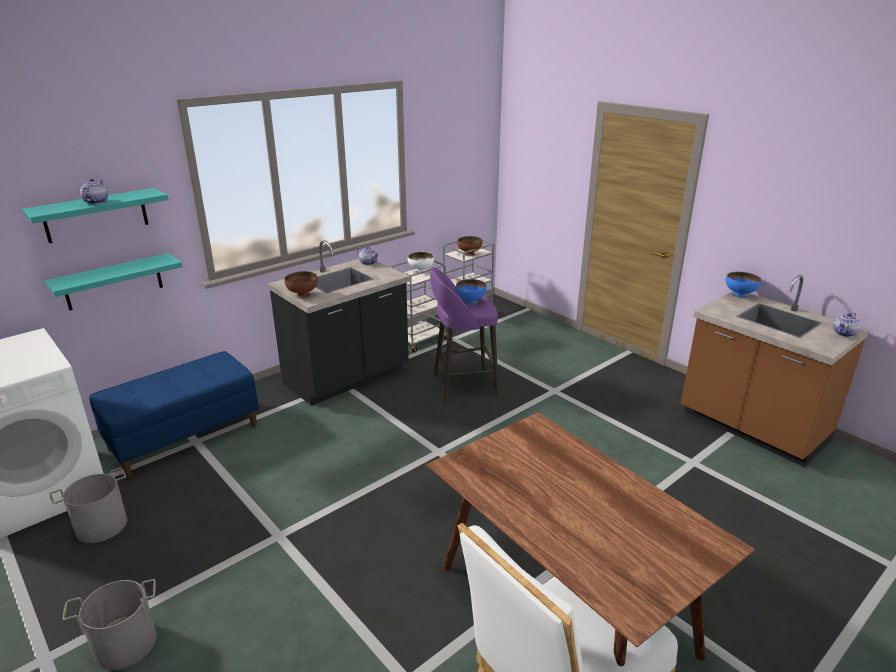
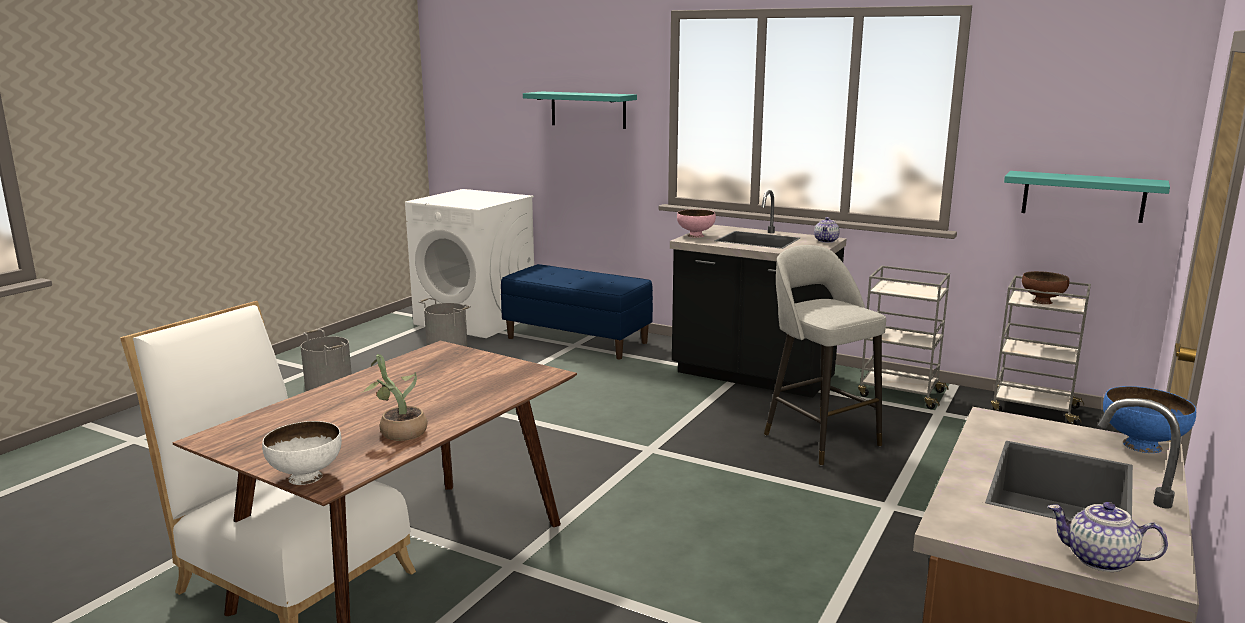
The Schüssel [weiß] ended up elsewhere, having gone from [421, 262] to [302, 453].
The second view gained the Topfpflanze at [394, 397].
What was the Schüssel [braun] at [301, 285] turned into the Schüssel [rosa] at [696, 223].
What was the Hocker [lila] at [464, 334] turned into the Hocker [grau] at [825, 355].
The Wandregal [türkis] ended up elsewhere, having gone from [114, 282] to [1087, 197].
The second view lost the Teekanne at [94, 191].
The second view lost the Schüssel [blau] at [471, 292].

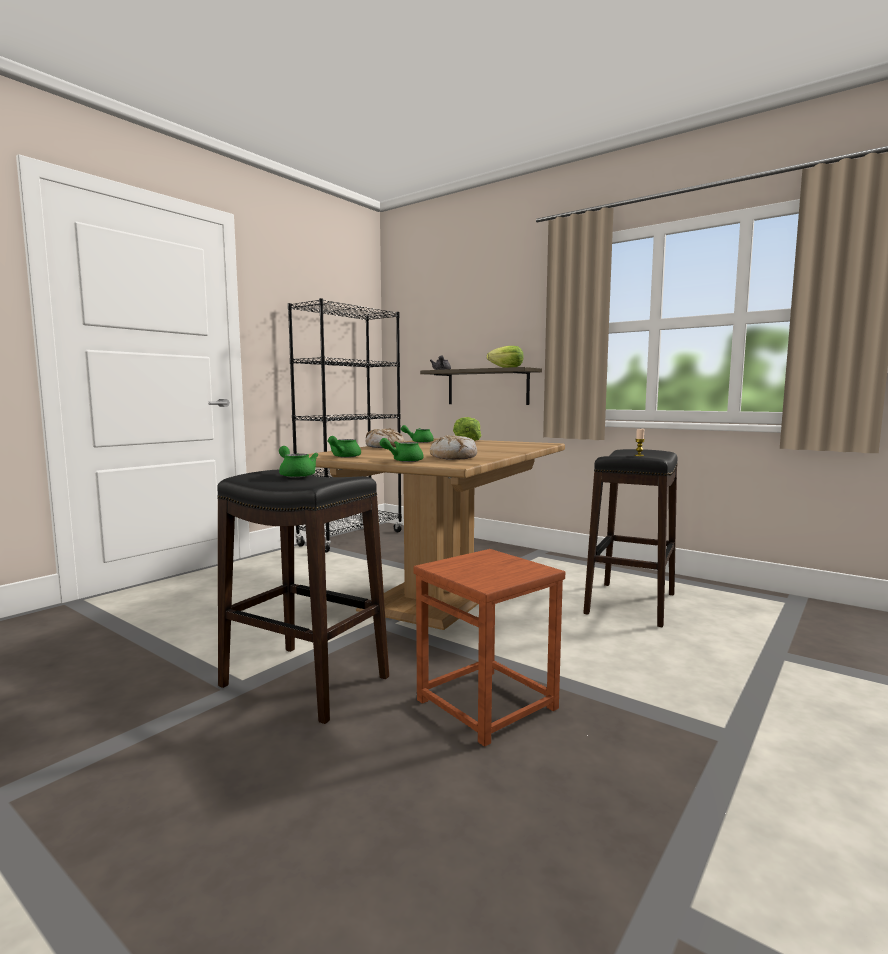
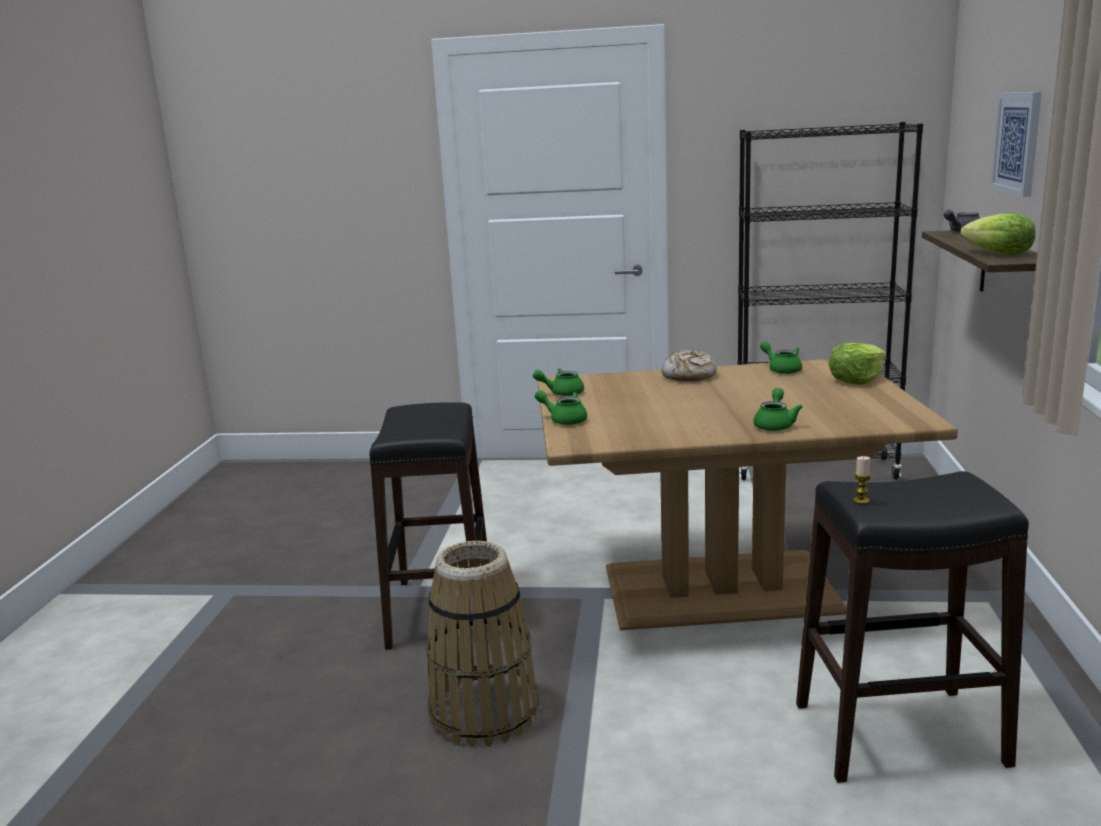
Where the Hocker [braun] stood at [489, 648], the Korb came to stand at [482, 644].
The Teekanne [grün] ended up elsewhere, having gone from [298, 462] to [778, 409].
The second view gained the Bild at [1016, 144].
The second view lost the Brot at [453, 447].

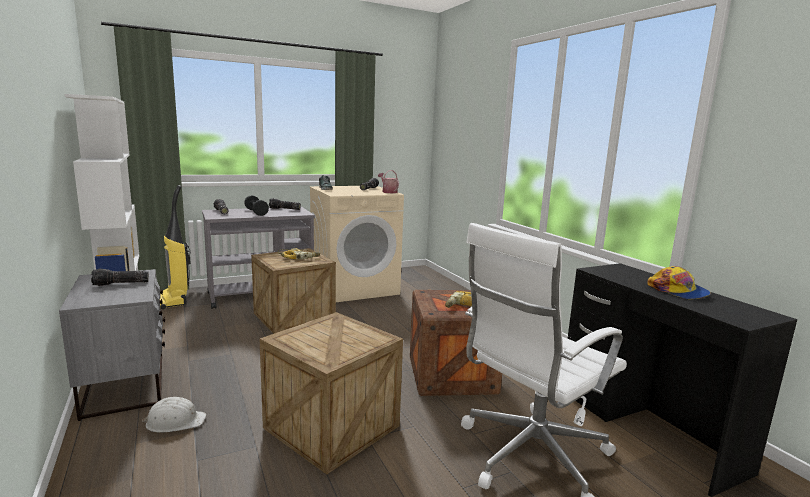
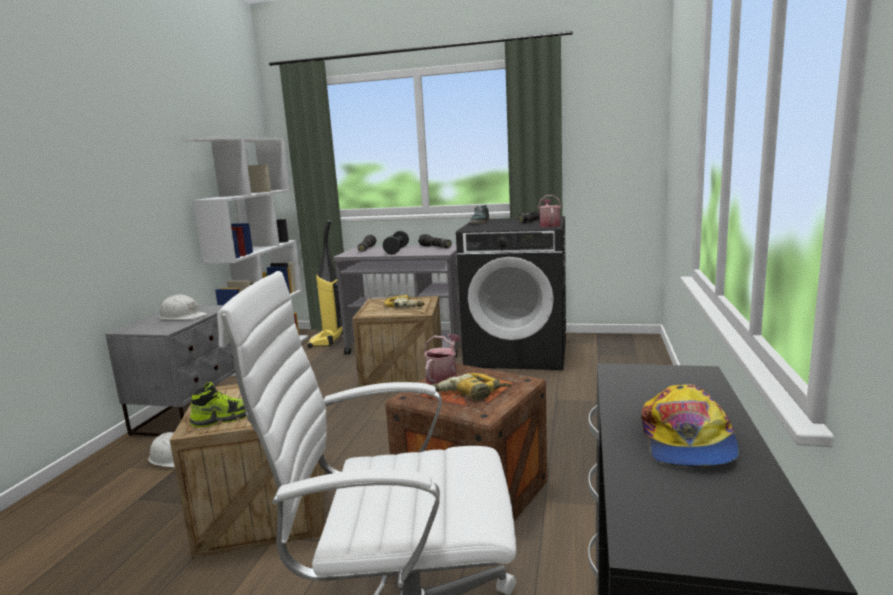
Where the Taschenlampe stood at [120, 277], the Schutzhelm [weiß] came to stand at [183, 307].
The second view gained the Schuh at [218, 405].
The second view gained the Gießkanne at [442, 359].
What was the Waschmaschine [beige] at [356, 244] turned into the Waschmaschine [schwarz] at [511, 293].

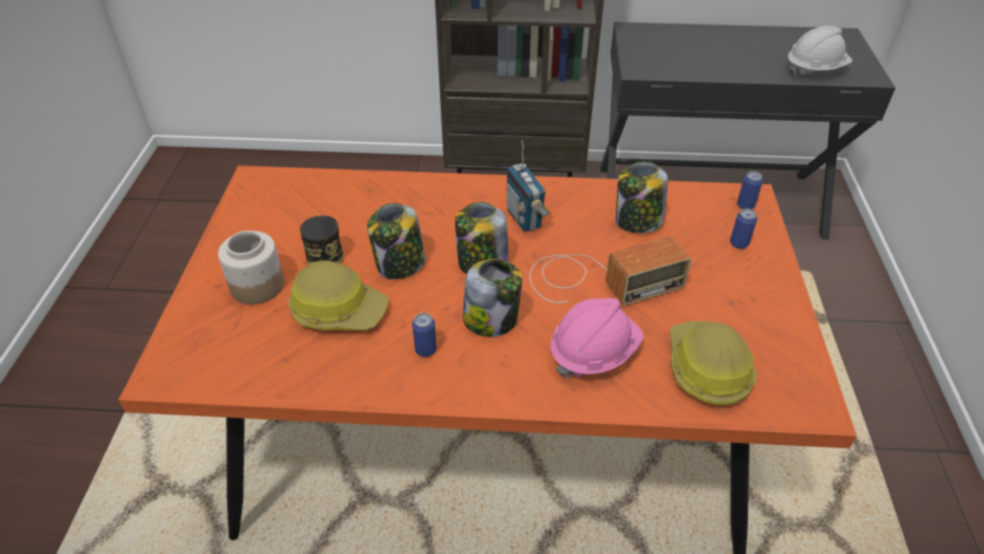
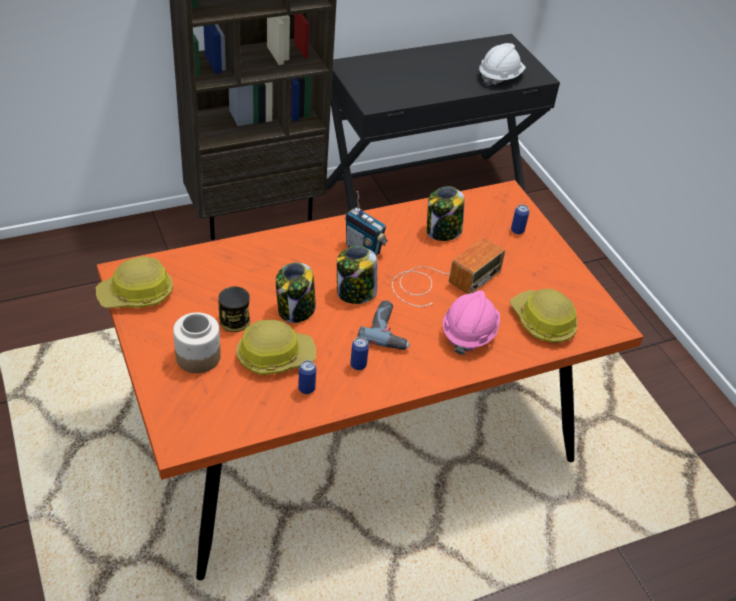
The second view gained the Schutzhelm at [134, 282].
The Dose ended up elsewhere, having gone from [750, 190] to [307, 377].
Where the Vorratsglas stood at [492, 298], the Bohrmaschine came to stand at [383, 325].

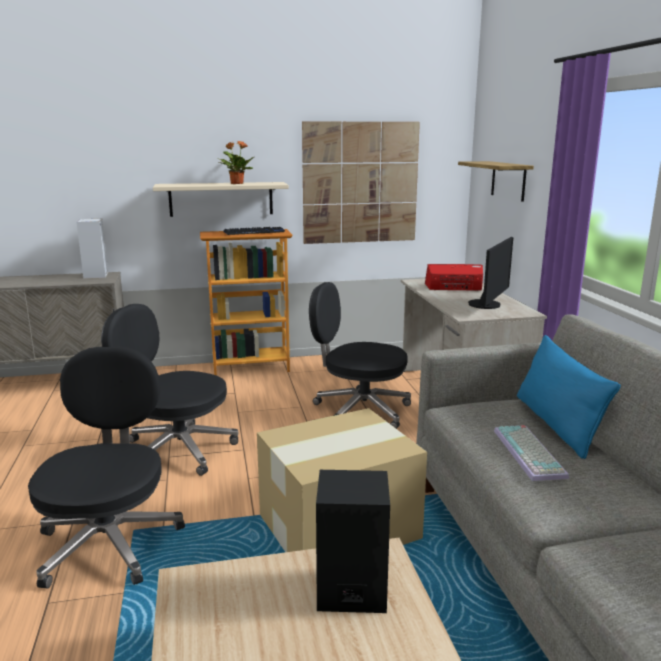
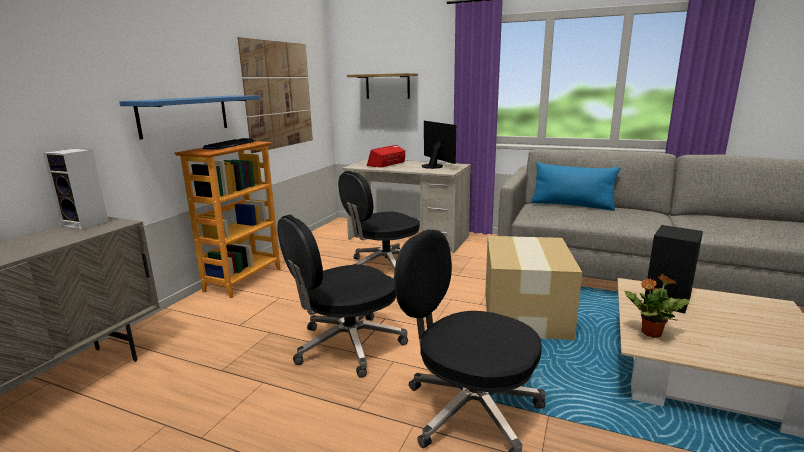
What was the Wandregal [beige] at [221, 199] turned into the Wandregal [blau] at [189, 117].
The Topfpflanze ended up elsewhere, having gone from [236, 162] to [657, 306].
The second view lost the Tastatur at [531, 453].

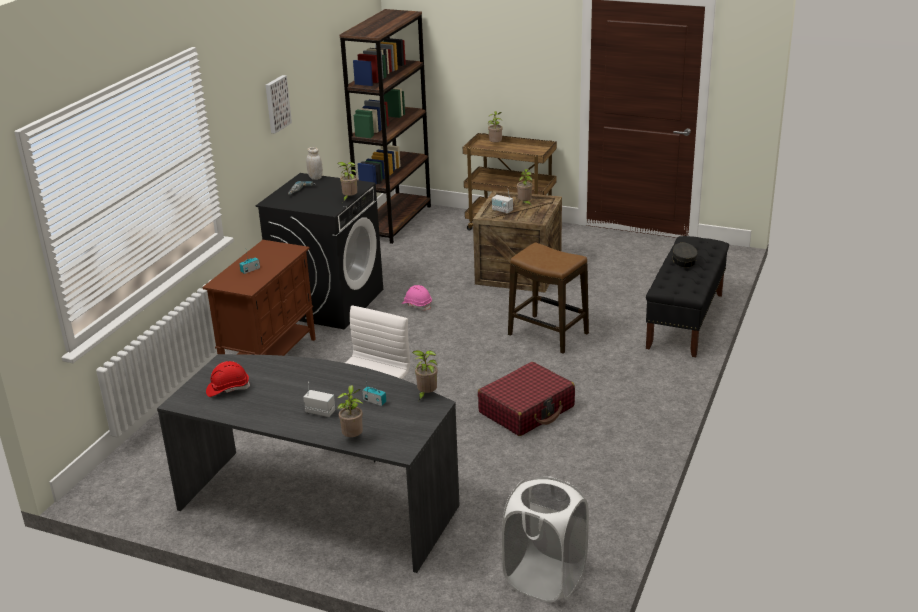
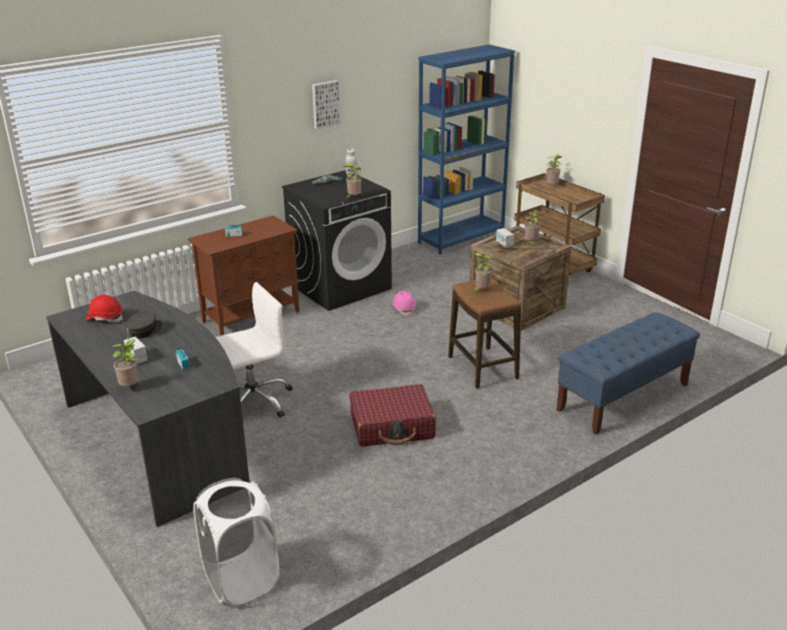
The Kappe [grau] ended up elsewhere, having gone from [684, 255] to [144, 324].
What was the Bücherregal [braun] at [385, 126] turned into the Bücherregal [blau] at [466, 149].
The Topfpflanze ended up elsewhere, having gone from [425, 375] to [483, 272].
What was the Bank [schwarz] at [687, 296] turned into the Bank [blau] at [628, 373].

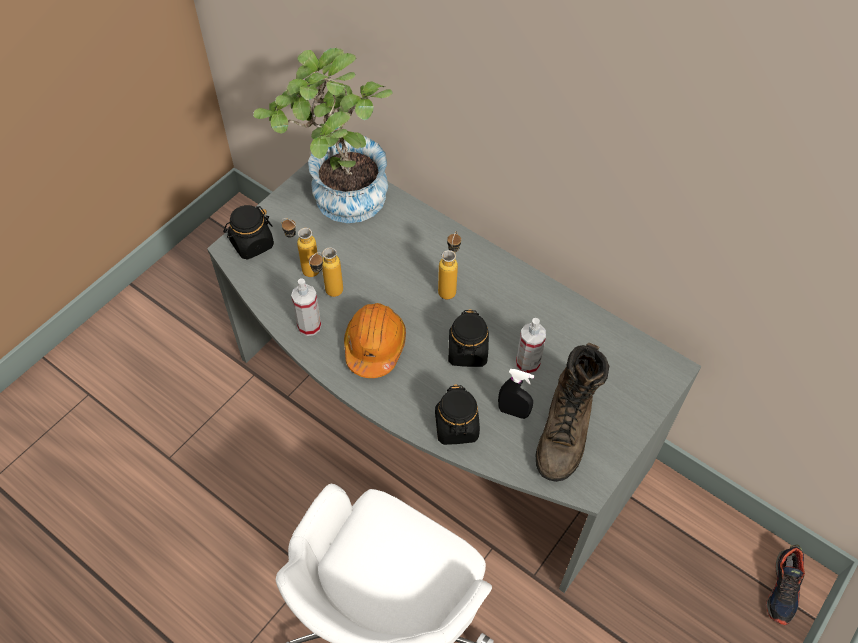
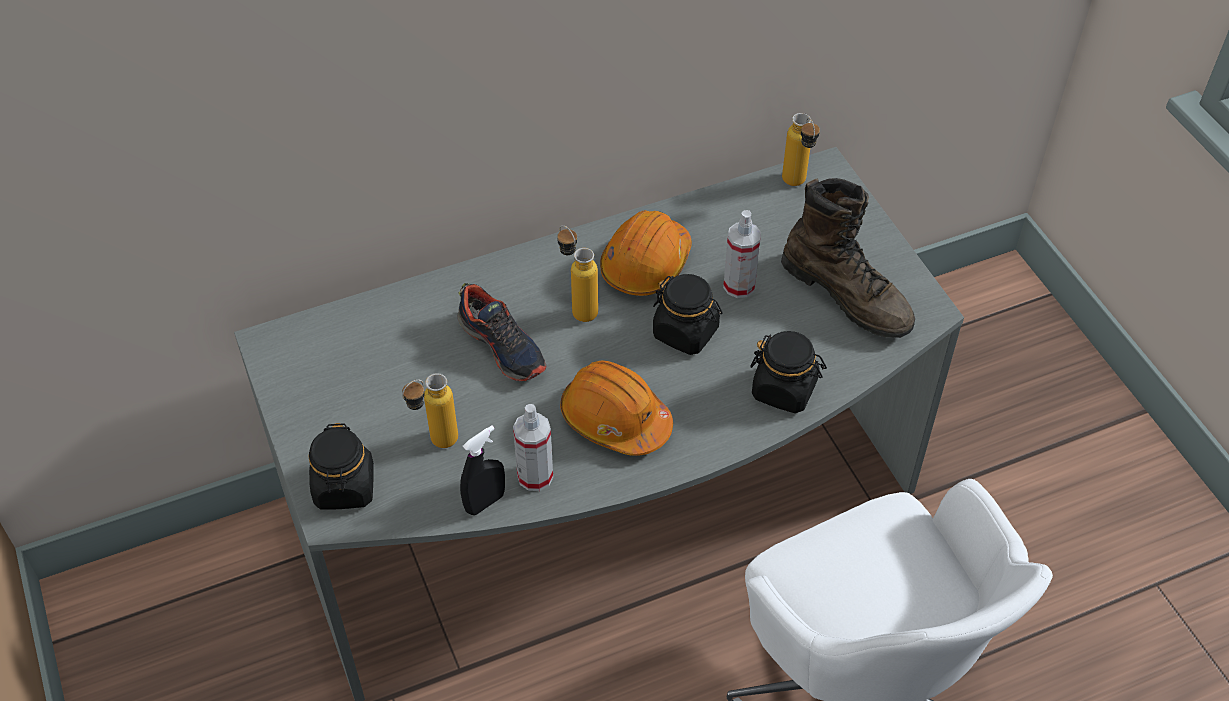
The Schuh ended up elsewhere, having gone from [785, 585] to [501, 332].
The Sprühflasche [schwarz] ended up elsewhere, having gone from [516, 394] to [482, 470].
The second view gained the Schutzhelm [orange] at [646, 253].
The Flasche ended up elsewhere, having gone from [326, 272] to [801, 149].
The second view lost the Topfpflanze at [323, 135].

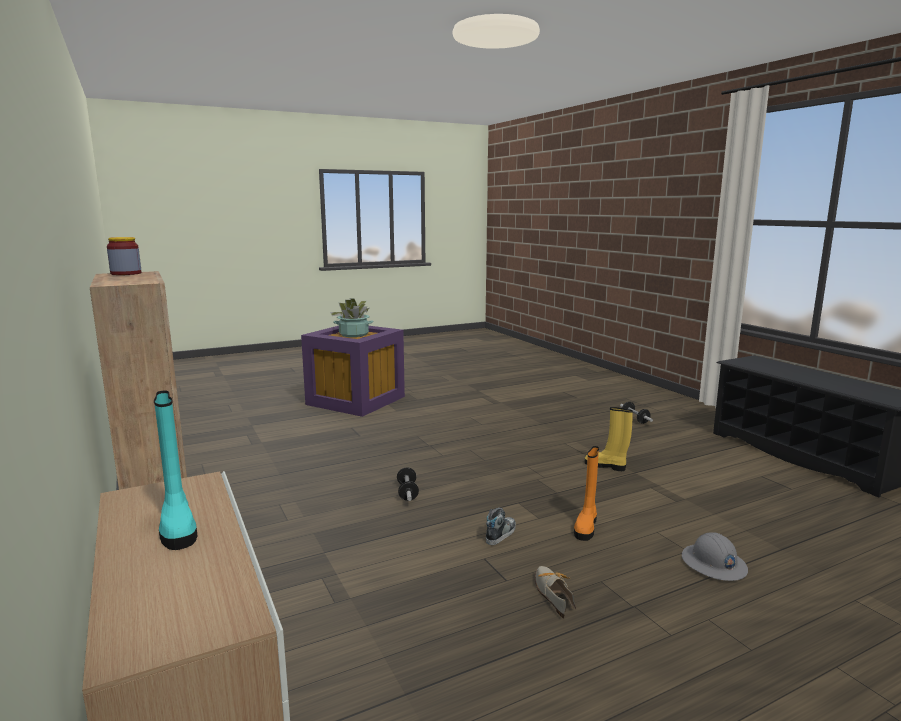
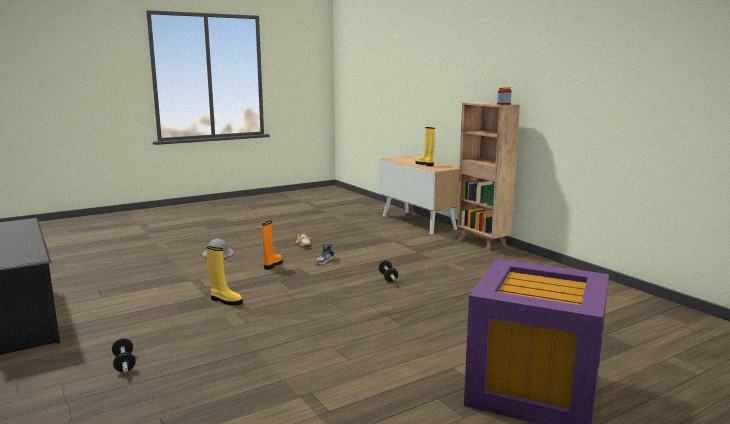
What was the Stiefel [türkis] at [175, 470] turned into the Stiefel [gelb] at [425, 146].
The second view lost the Topfpflanze at [351, 317].

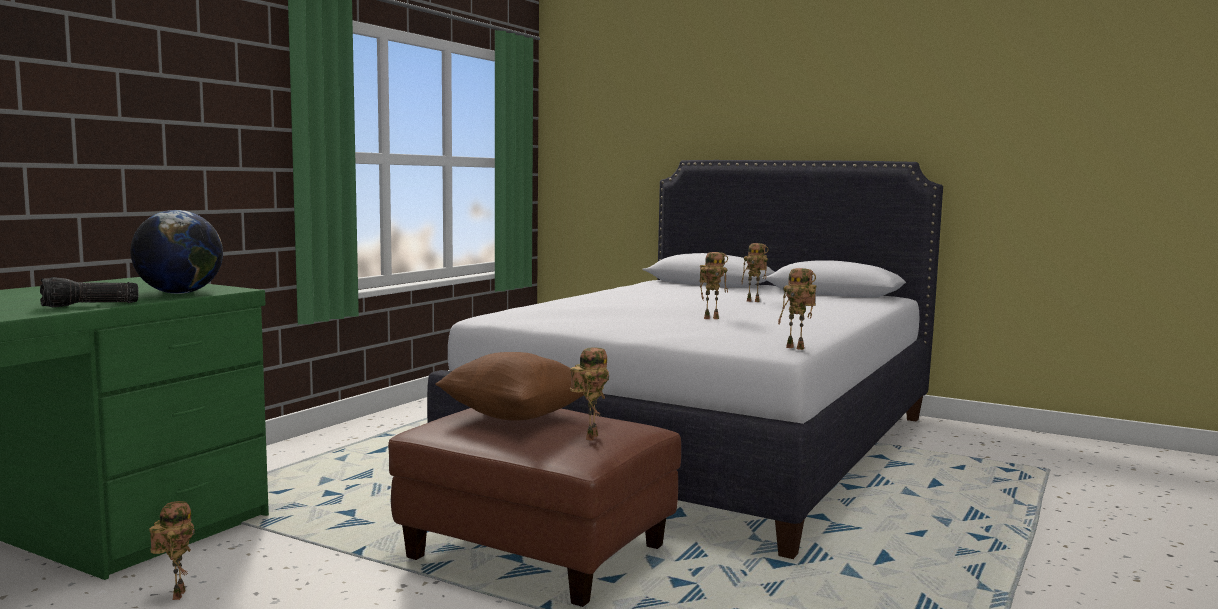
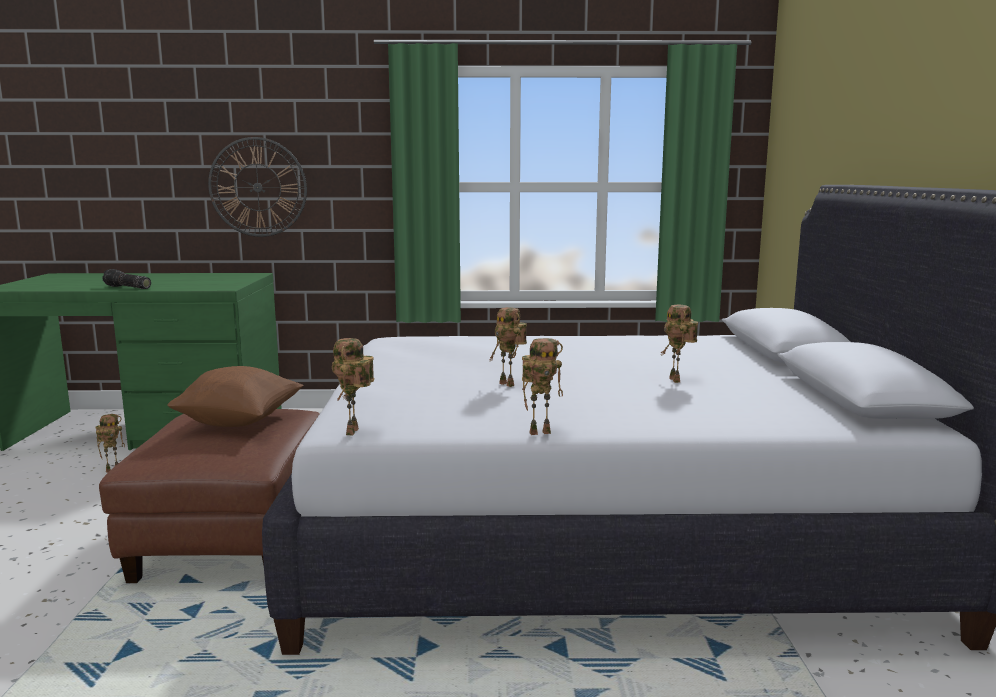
The second view gained the Wanduhr at [257, 187].
The Spielzeugroboter ended up elsewhere, having gone from [589, 394] to [542, 386].
The second view lost the Globus at [176, 252].

